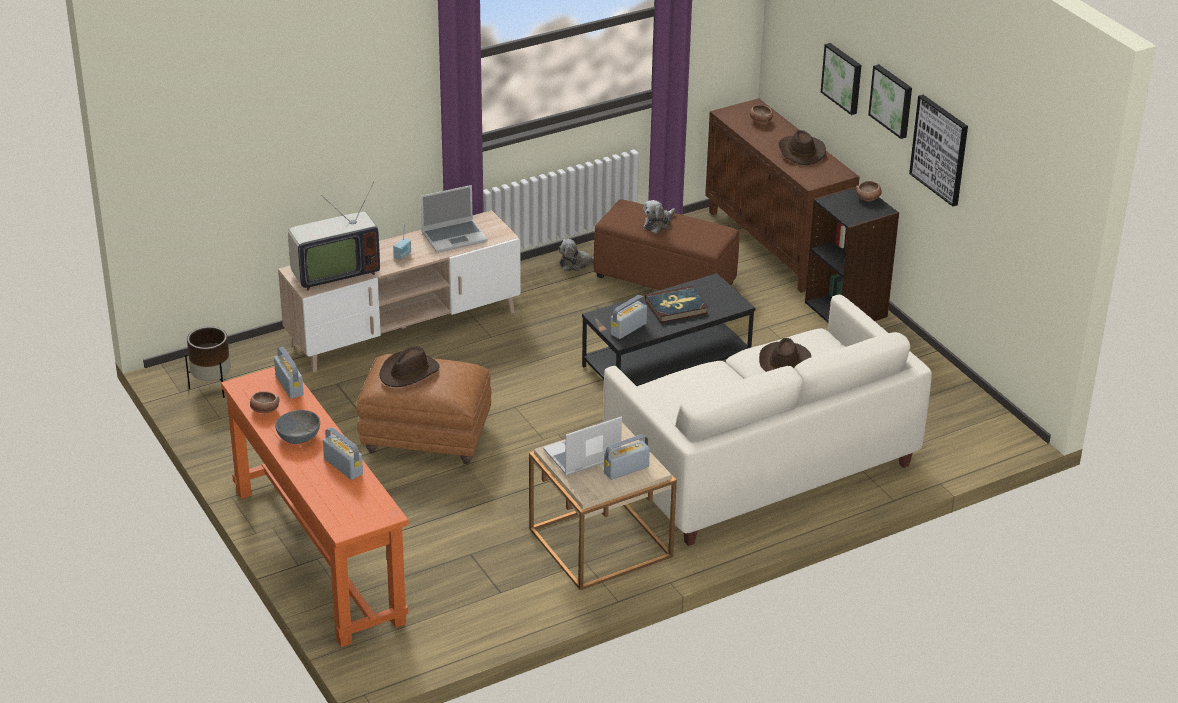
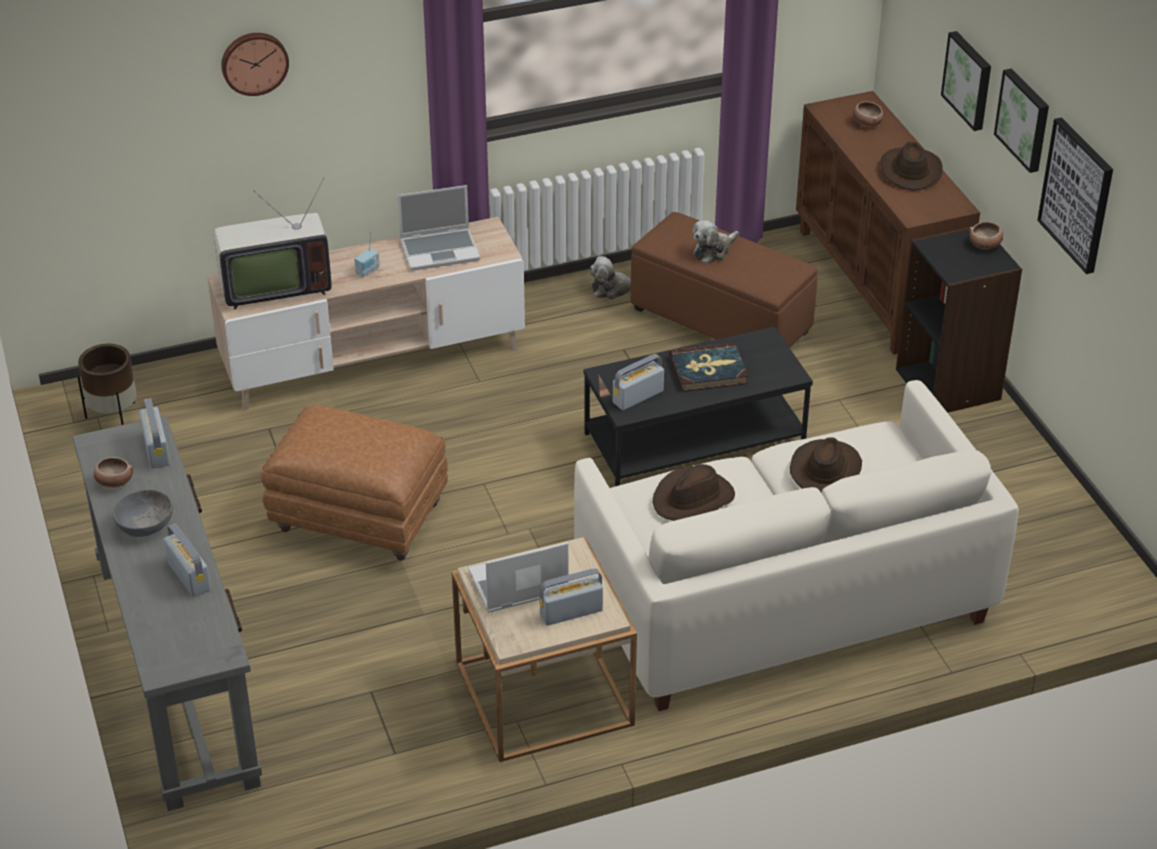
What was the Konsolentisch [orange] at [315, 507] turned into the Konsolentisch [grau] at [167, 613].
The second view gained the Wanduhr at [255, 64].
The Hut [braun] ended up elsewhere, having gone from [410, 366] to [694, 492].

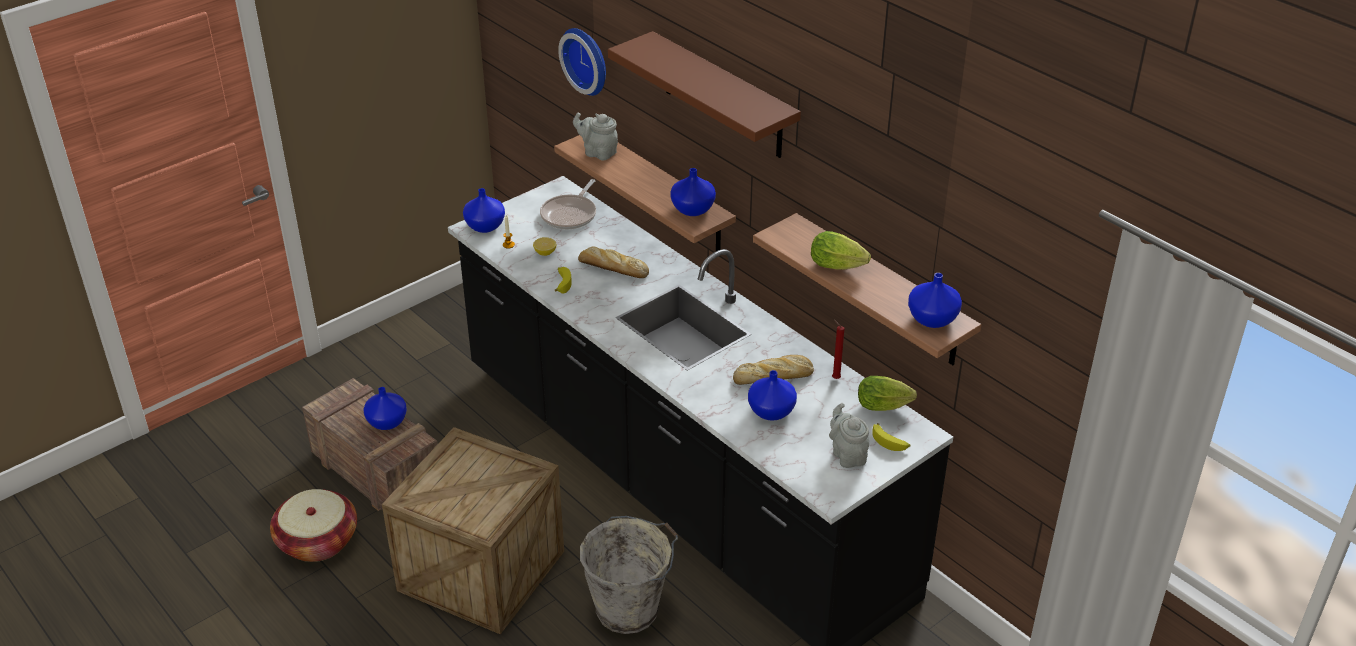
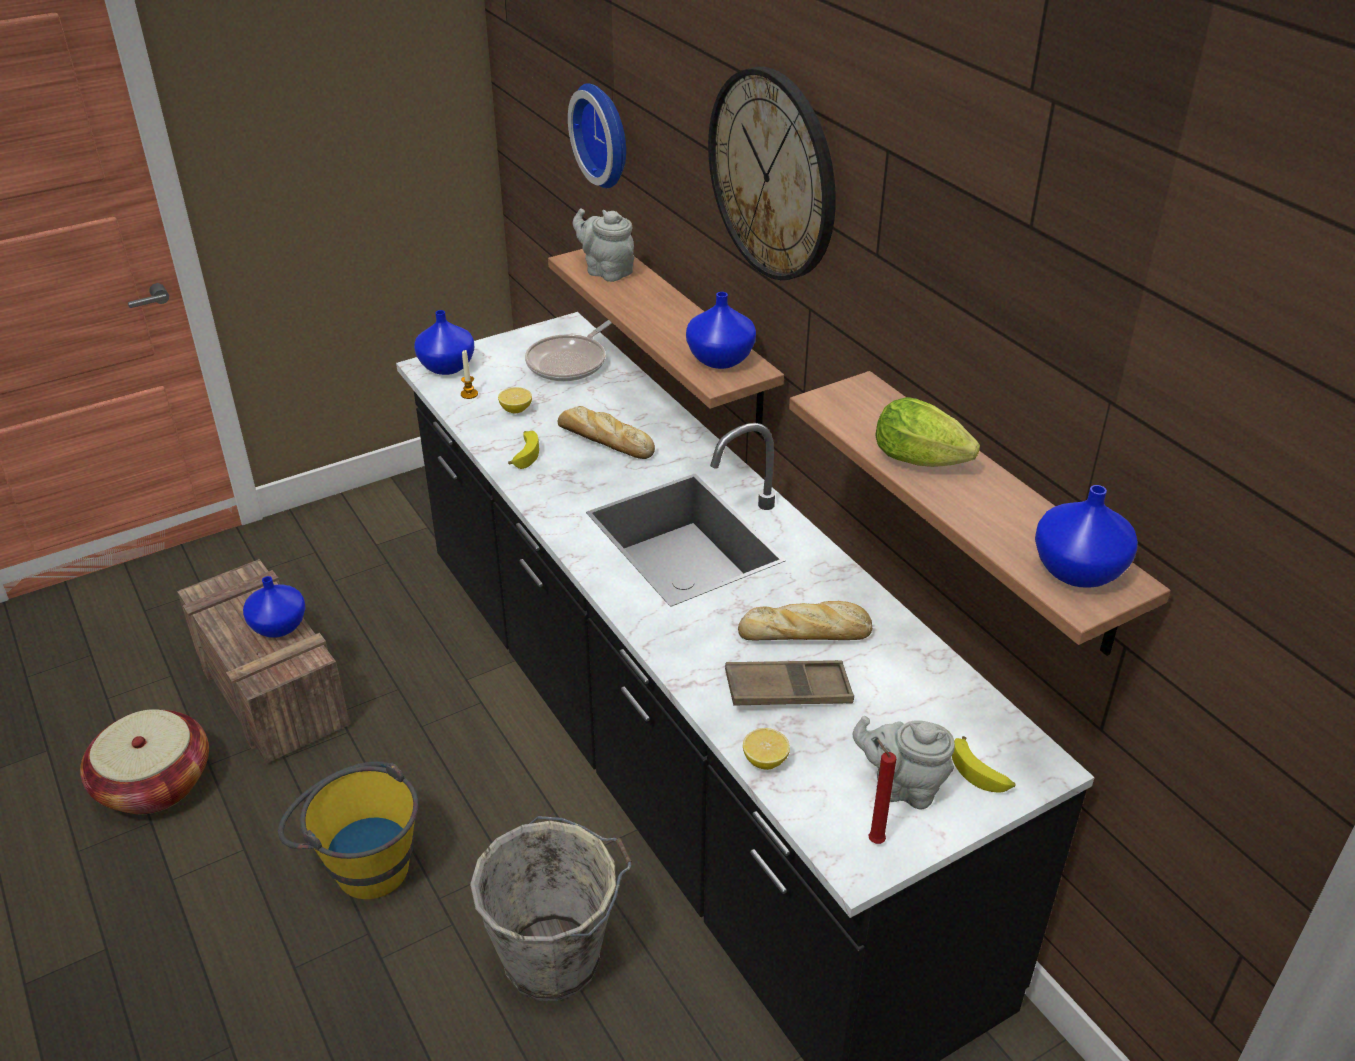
Where the Kiste stood at [473, 530], the Eimer [gelb] came to stand at [348, 830].
Where the Wandregal [braun] hung at [704, 94], the Wanduhr came to hang at [772, 173].
Where the Vase [blau] stood at [772, 395], the Tablett [braun] came to stand at [789, 682].
The second view gained the Zitrone at [766, 749].
The Teekanne [grau] at [849, 435] ended up facing another way, 60 degrees counterclockwise from before.
The Kerze [rot] ended up elsewhere, having gone from [838, 349] to [882, 791].
The second view lost the Salatkopf at [887, 393].

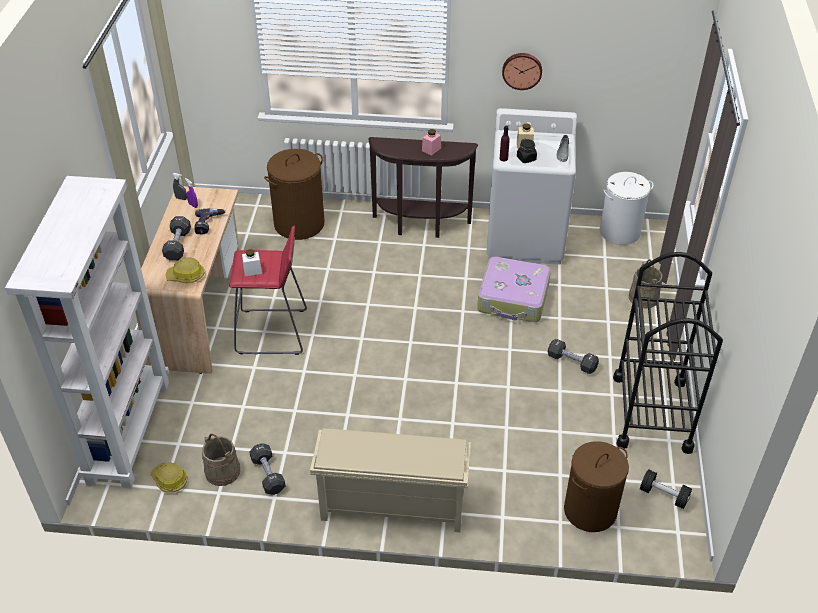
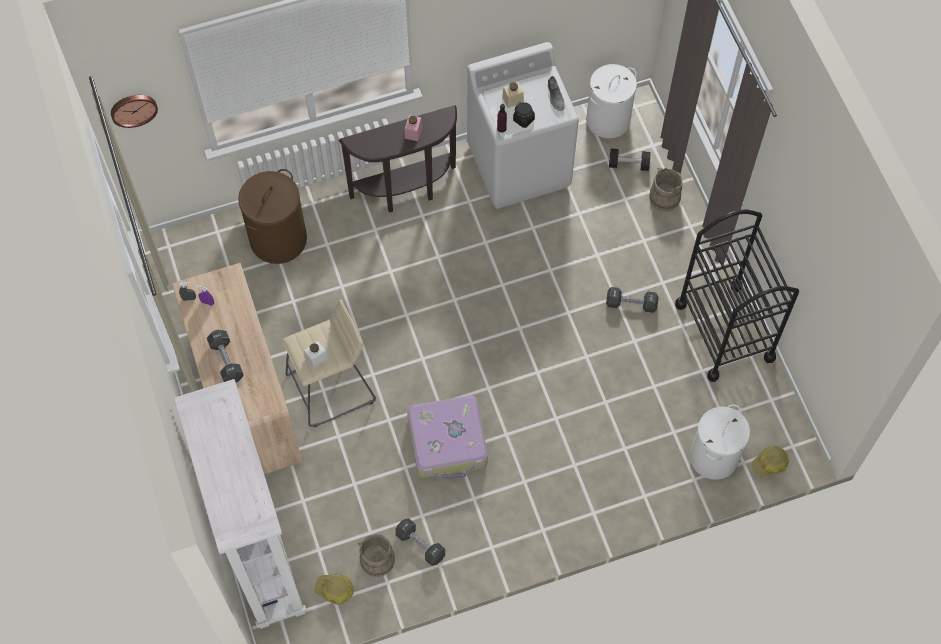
The Wanduhr ended up elsewhere, having gone from [522, 71] to [134, 111].
What was the Hocker [rot] at [268, 290] turned into the Hocker [beige] at [329, 363].
The Koffer ended up elsewhere, having gone from [514, 289] to [447, 437].
The Hantel [schwarz] ended up elsewhere, having gone from [666, 489] to [630, 160].
What was the Wäschekorb [braun] at [596, 486] turned into the Wäschekorb [weiß] at [720, 442].
The Schutzhelm ended up elsewhere, having gone from [185, 270] to [770, 461].
The second view lost the Bohrmaschine at [209, 221].
The second view lost the Schuhregal [beige] at [390, 480].

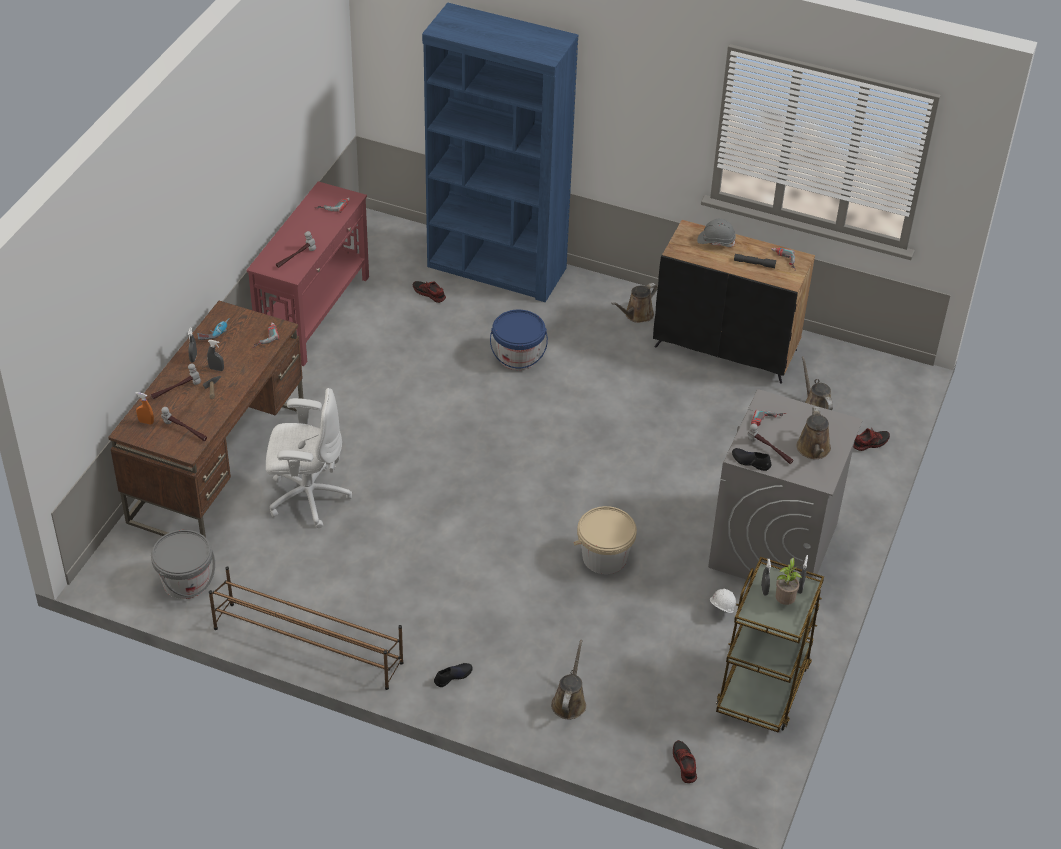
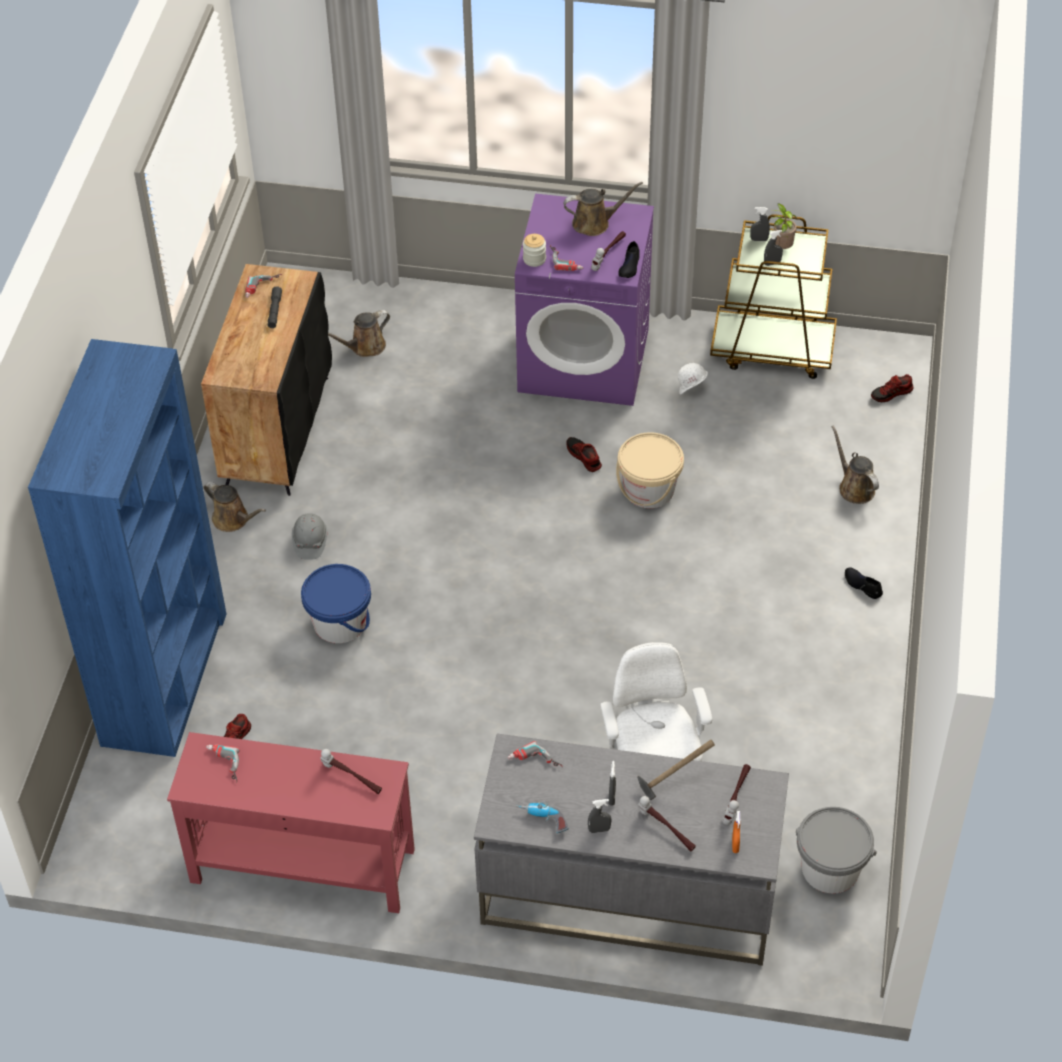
The Schutzhelm [grau] ended up elsewhere, having gone from [716, 233] to [309, 536].
What was the Schreibtisch [braun] at [205, 419] turned into the Schreibtisch [grau] at [631, 849].
What was the Waschmaschine [grau] at [785, 485] turned into the Waschmaschine [lila] at [584, 299].
The second view gained the Vorratsglas at [534, 250].
The Schuh ended up elsewhere, having gone from [871, 439] to [584, 454].
The Gießkanne [braun] at [568, 679] ended up facing another way, 60 degrees clockwise from before.
The second view lost the Schuhregal [braun] at [306, 628].

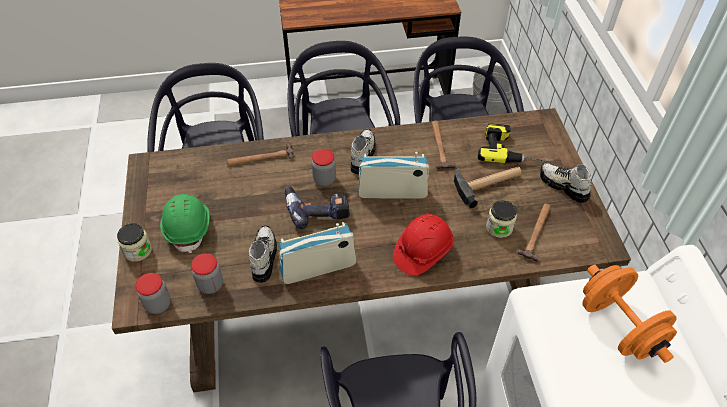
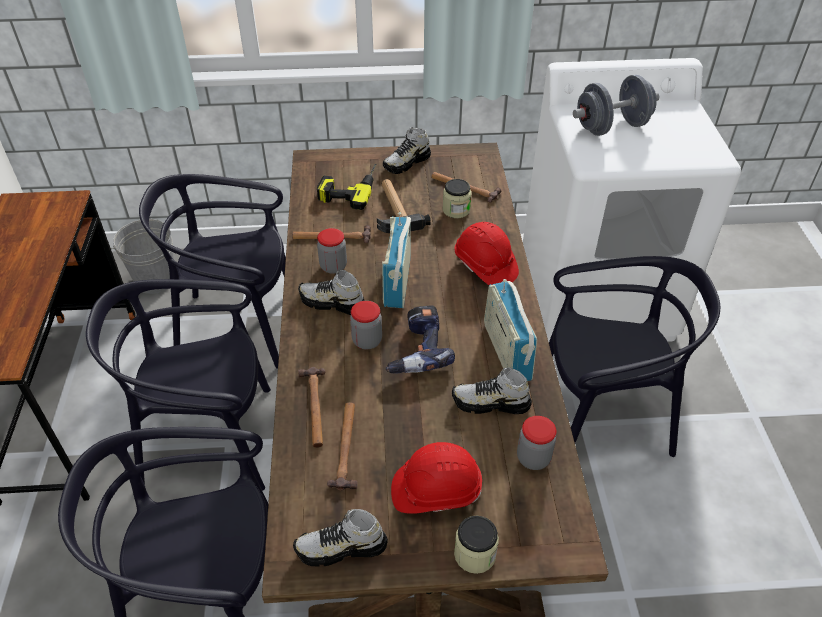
The second view gained the Schuh at [340, 538].
The Vorratsglas ended up elsewhere, having gone from [153, 293] to [332, 251].
The second view gained the Hammer at [342, 446].
What was the Schutzhelm [grün] at [185, 223] turned into the Schutzhelm [rot] at [436, 478].
What was the Hantel [orange] at [629, 314] turned into the Hantel [grau] at [616, 105].

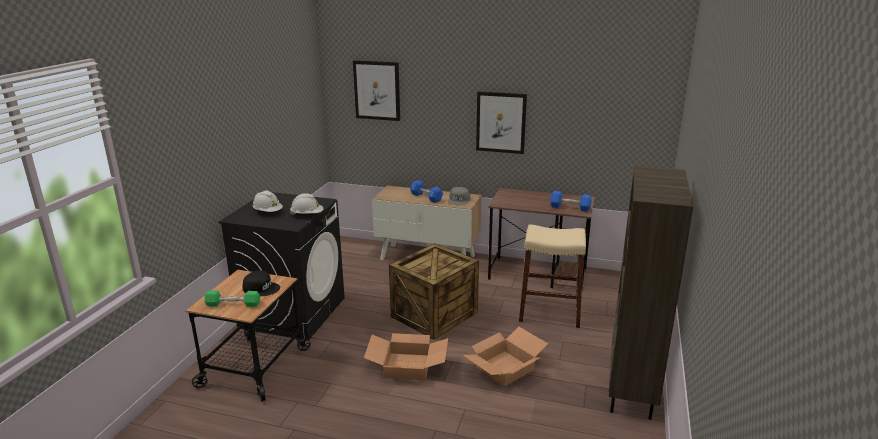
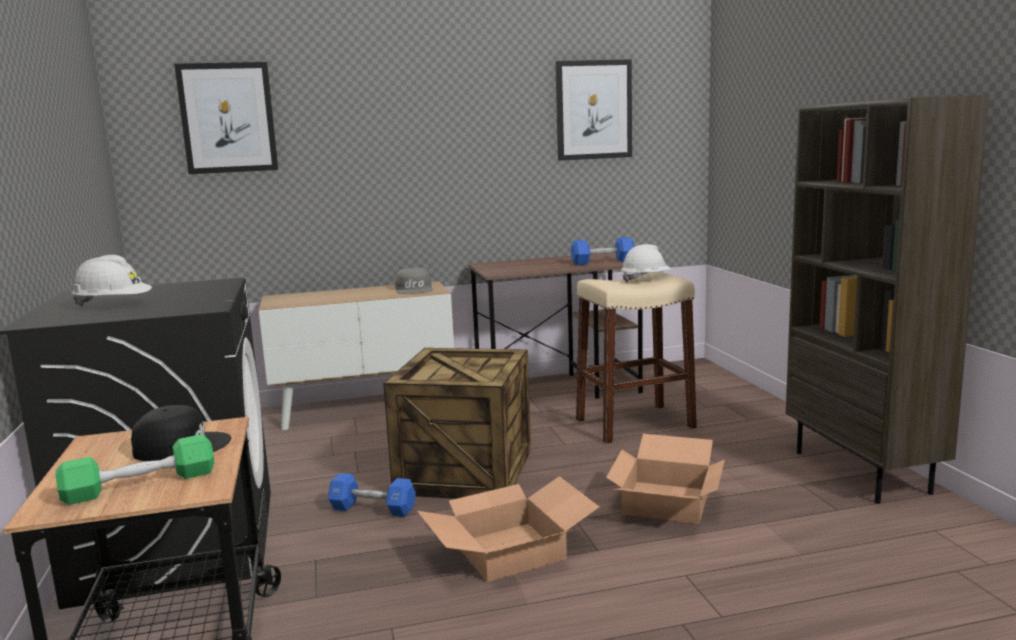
The Hantel [blau] ended up elsewhere, having gone from [426, 191] to [372, 495].
The Bild ended up elsewhere, having gone from [501, 122] to [593, 110].
The Schutzhelm [weiß] ended up elsewhere, having gone from [306, 204] to [646, 263].

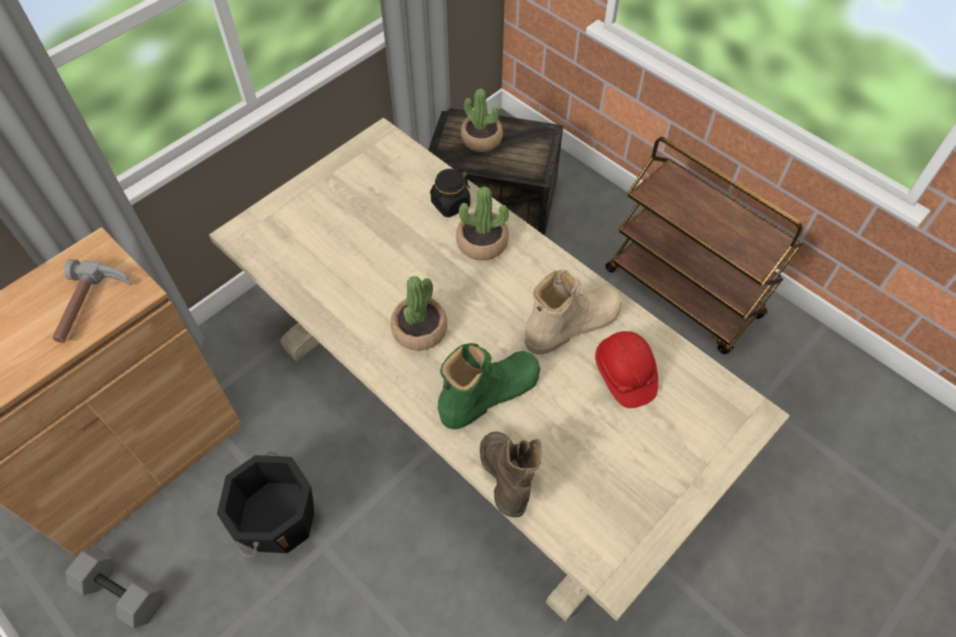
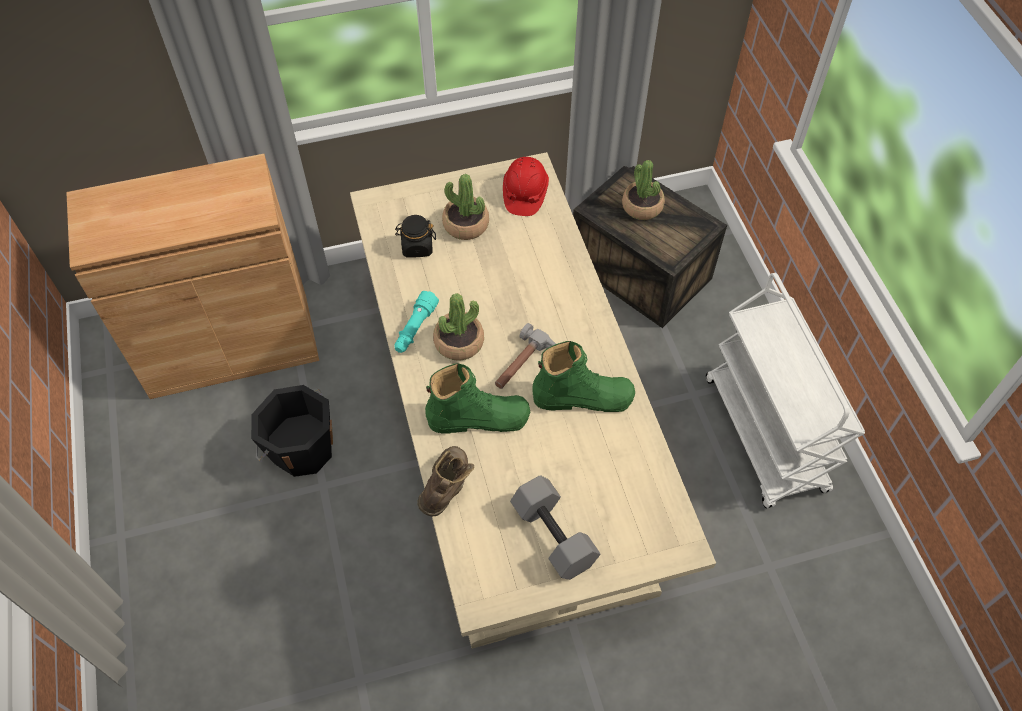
The second view gained the Taschenlampe [türkis] at [416, 322].
The Vorratsglas [schwarz] ended up elsewhere, having gone from [450, 193] to [415, 236].
The Topfpflanze ended up elsewhere, having gone from [482, 223] to [465, 207].
The Hammer ended up elsewhere, having gone from [92, 301] to [525, 356].
The Schutzhelm [rot] ended up elsewhere, having gone from [626, 369] to [526, 186].
The Hantel [grau] ended up elsewhere, having gone from [114, 588] to [555, 527].
What was the Stiefel [beige] at [573, 312] turned into the Stiefel [grün] at [583, 376].
What was the Rollwagen [braun] at [704, 245] turned into the Rollwagen [weiß] at [785, 390].

